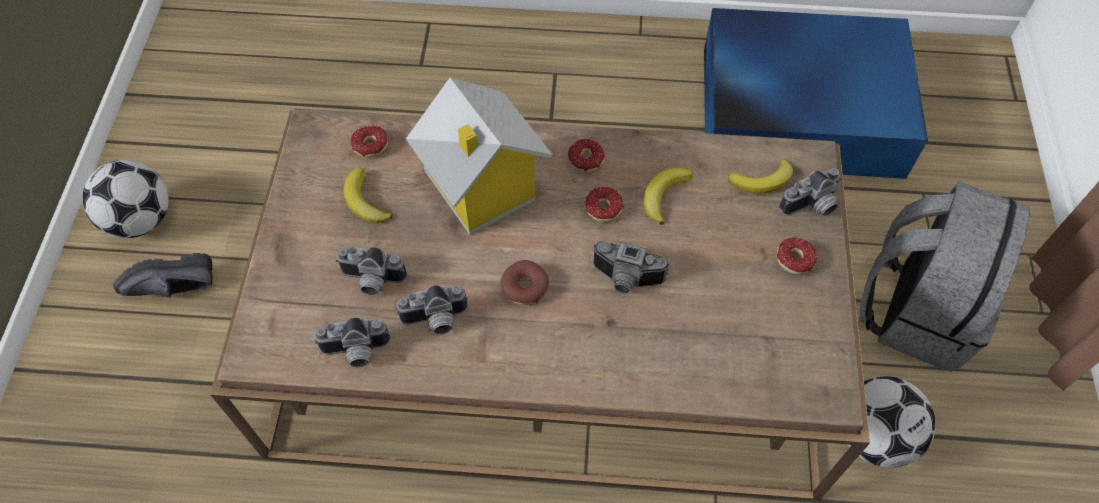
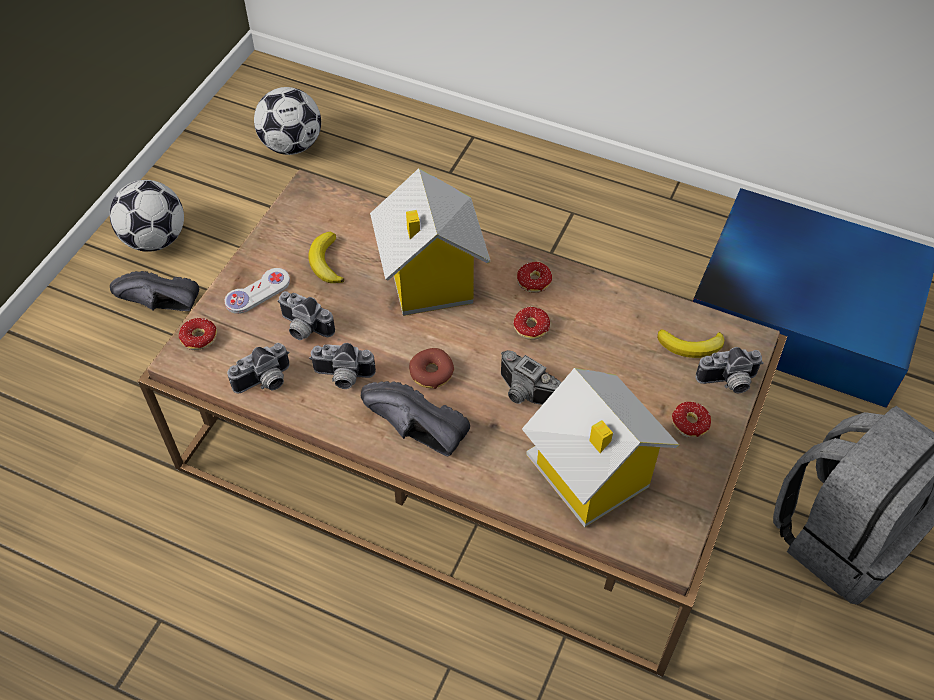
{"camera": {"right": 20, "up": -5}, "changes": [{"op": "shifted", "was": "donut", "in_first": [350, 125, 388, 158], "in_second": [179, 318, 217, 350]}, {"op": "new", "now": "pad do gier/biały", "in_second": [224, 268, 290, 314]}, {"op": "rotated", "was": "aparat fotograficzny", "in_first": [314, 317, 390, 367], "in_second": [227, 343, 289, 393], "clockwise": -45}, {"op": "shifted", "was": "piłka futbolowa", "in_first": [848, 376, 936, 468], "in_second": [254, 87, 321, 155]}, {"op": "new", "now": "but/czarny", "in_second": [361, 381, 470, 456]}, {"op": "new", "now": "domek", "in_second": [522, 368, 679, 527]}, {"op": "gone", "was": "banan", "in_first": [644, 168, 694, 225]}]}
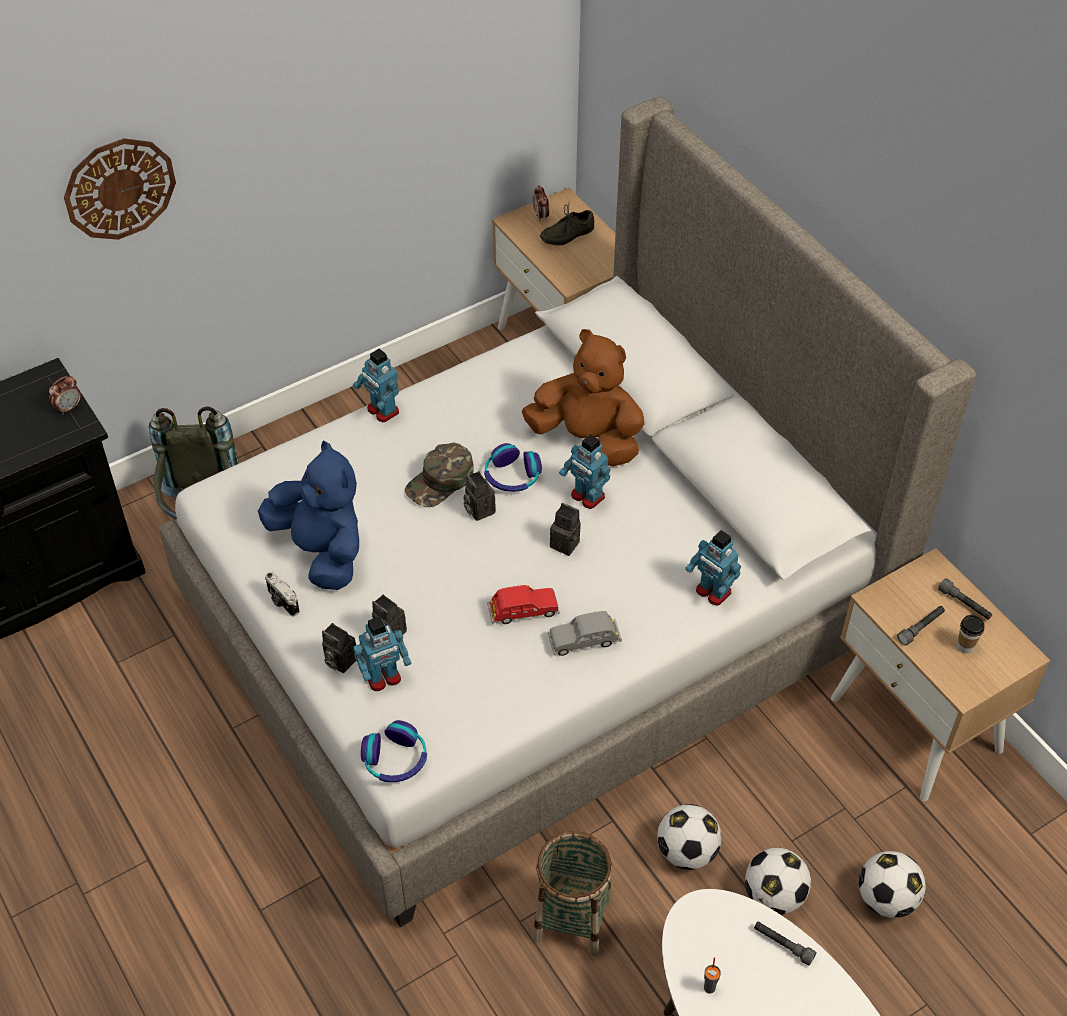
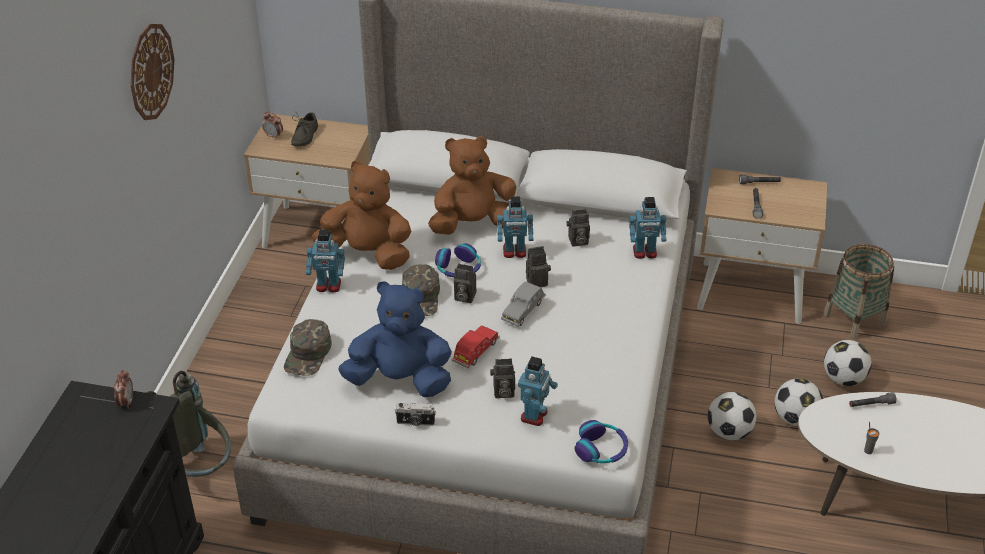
{"camera": {"right": -45, "up": -10}, "changes": [{"op": "shifted", "was": "zegar ścienny", "in_first": [64, 138, 176, 240], "in_second": [130, 24, 174, 120]}, {"op": "new", "now": "czapka z daszkiem/zielony", "in_second": [284, 319, 332, 376]}, {"op": "new", "now": "pluszak/brązowy", "in_second": [312, 161, 411, 270]}, {"op": "shifted", "was": "samochodzik/czerwony", "in_first": [487, 585, 560, 624], "in_second": [452, 325, 500, 369]}, {"op": "shifted", "was": "samochodzik/szary", "in_first": [548, 611, 622, 656], "in_second": [501, 282, 546, 327]}, {"op": "shifted", "was": "aparat fotograficzny", "in_first": [322, 623, 356, 673], "in_second": [566, 209, 590, 246]}, {"op": "shifted", "was": "koszyk", "in_first": [533, 831, 613, 956], "in_second": [824, 244, 894, 339]}, {"op": "gone", "was": "filiżanka", "in_first": [957, 615, 984, 654]}]}
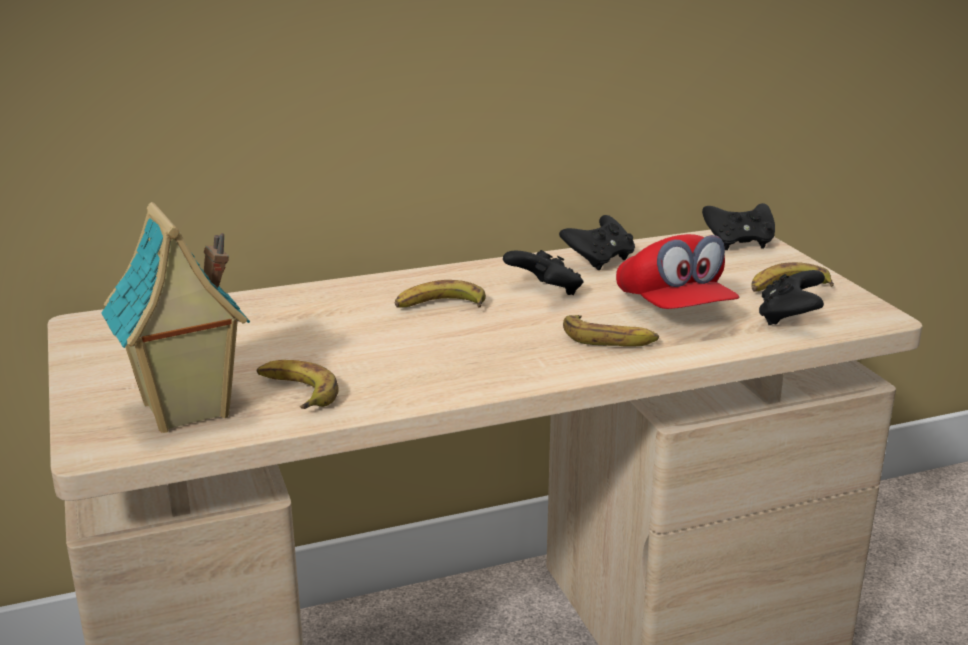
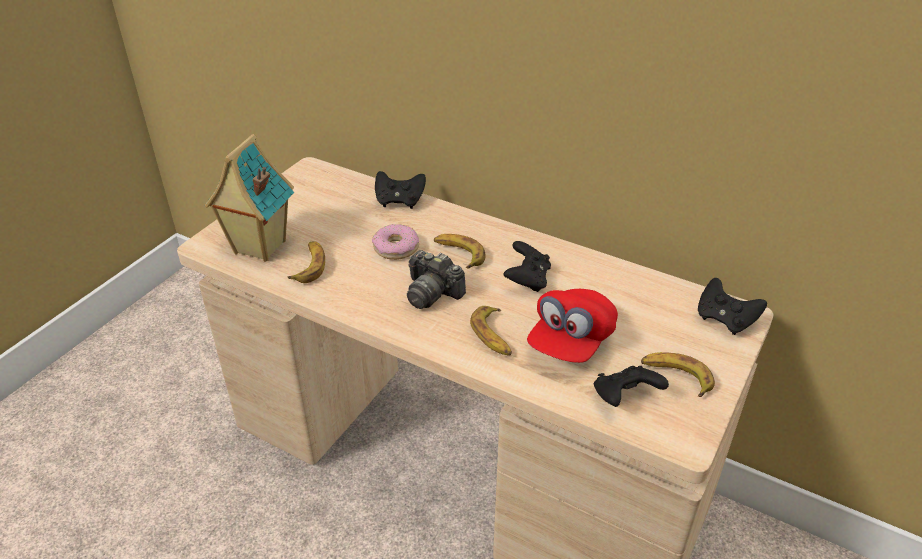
{"camera": {"right": 50, "up": 15}, "changes": [{"op": "new", "now": "donut", "in_second": [372, 224, 419, 260]}, {"op": "shifted", "was": "pad do gier/czarny", "in_first": [559, 215, 635, 271], "in_second": [375, 171, 426, 209]}, {"op": "new", "now": "aparat fotograficzny", "in_second": [407, 250, 466, 309]}]}
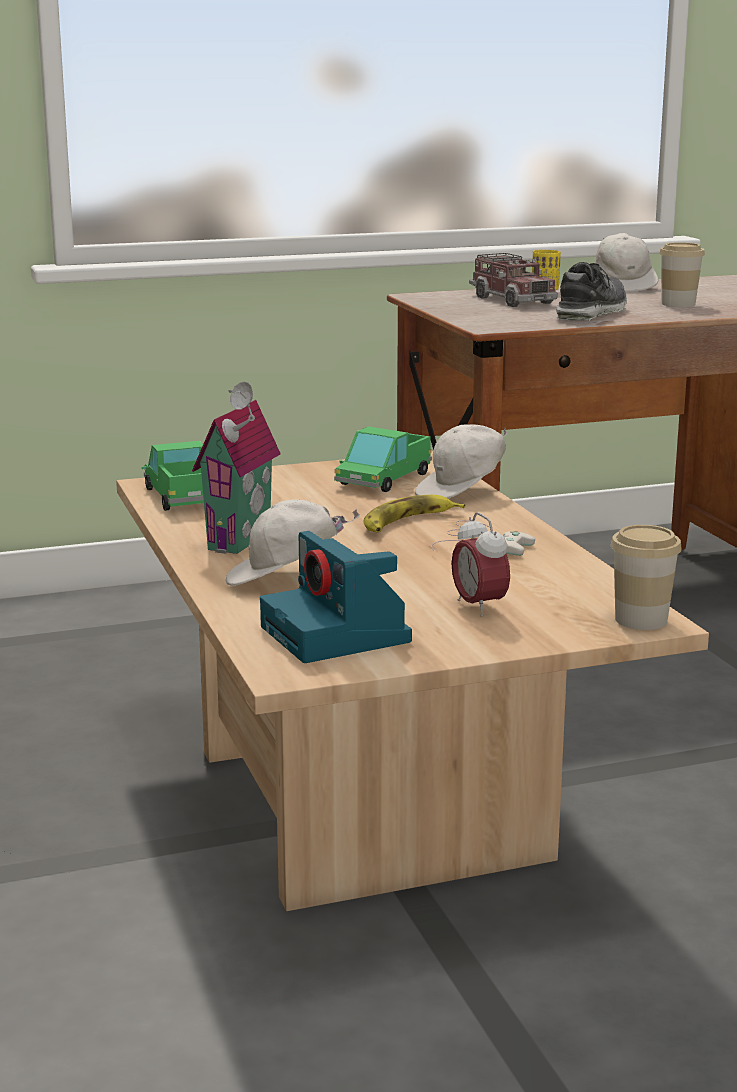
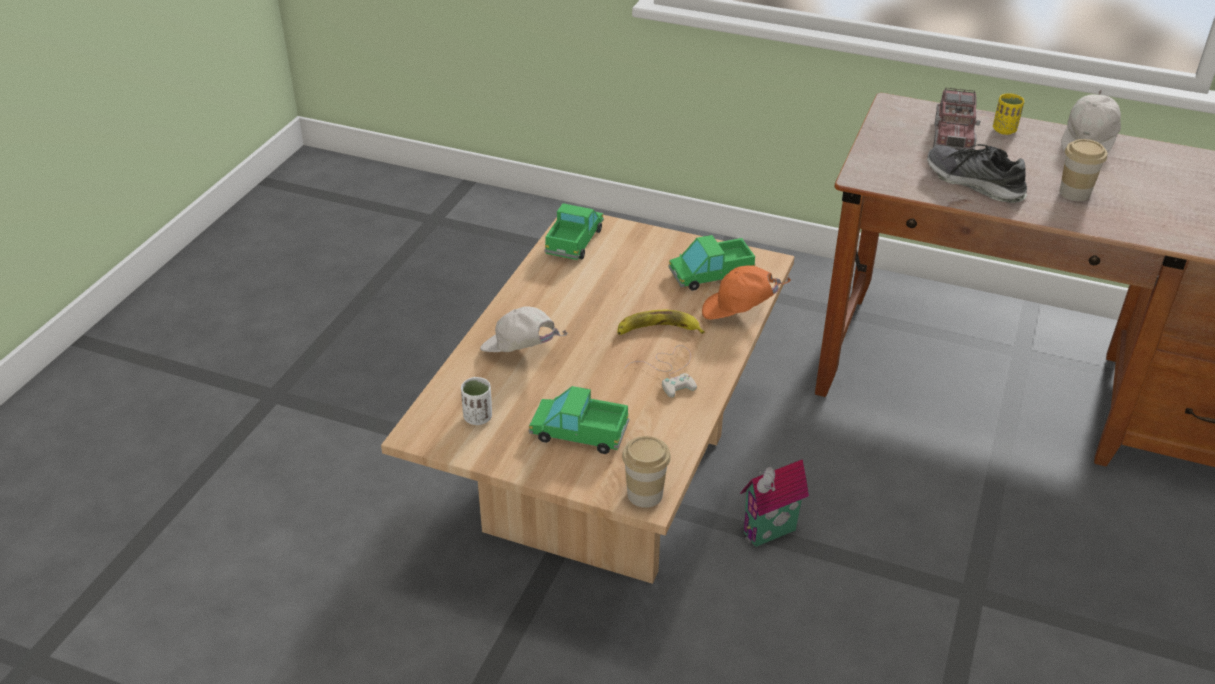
{"camera": {"right": 40, "up": 20}, "changes": [{"op": "swapped", "was": "aparat fotograficzny", "now": "filiżanka/biały", "in_first": [260, 531, 412, 663], "in_second": [461, 377, 492, 425]}, {"op": "swapped", "was": "budzik", "now": "ciężarówka zabawkowa", "in_first": [451, 513, 510, 617], "in_second": [529, 386, 629, 454]}, {"op": "repainted", "was": "czapka z daszkiem/biały", "now": "czapka z daszkiem/pomarańczowy", "in_first": [415, 424, 507, 499], "in_second": [702, 265, 791, 319]}, {"op": "shifted", "was": "domek", "in_first": [192, 382, 281, 554], "in_second": [740, 459, 809, 547]}, {"op": "rotated", "was": "but", "in_first": [556, 262, 627, 321], "in_second": [927, 144, 1027, 203], "clockwise": -120}]}
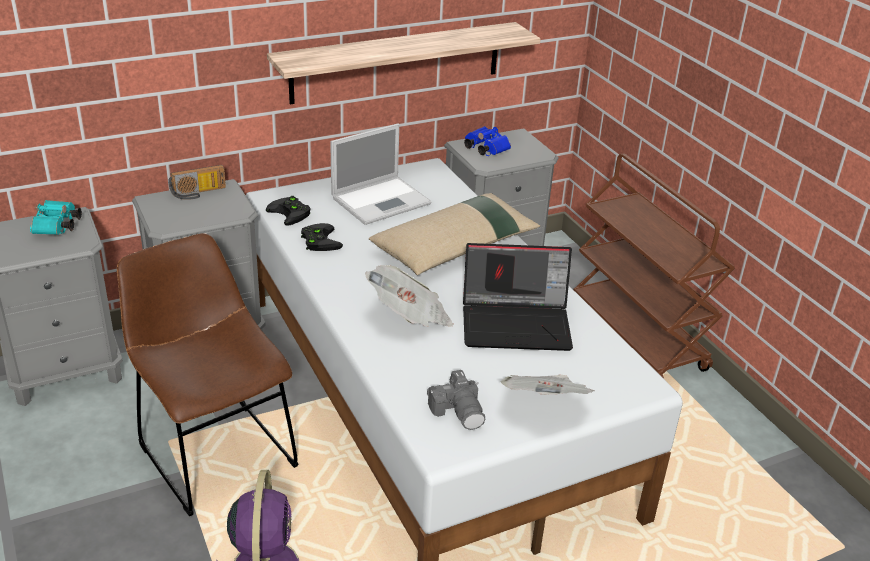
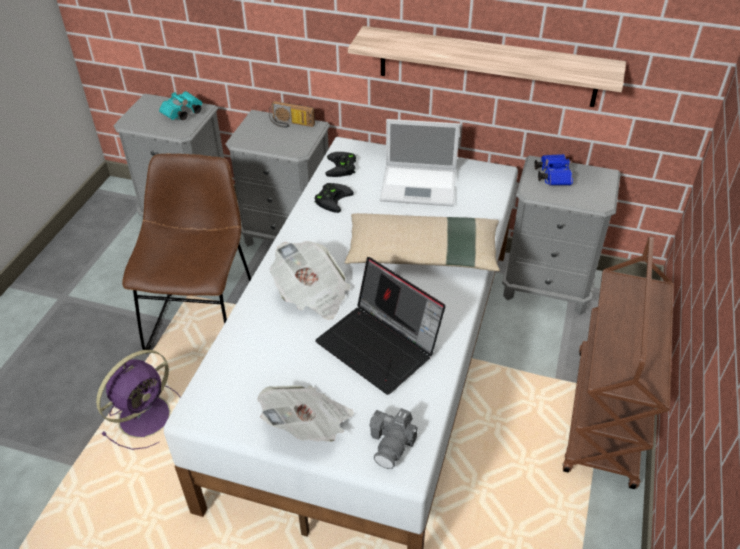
{"camera": {"right": 45, "up": 10}, "changes": [{"op": "shifted", "was": "aparat fotograficzny", "in_first": [427, 370, 485, 430], "in_second": [369, 408, 417, 469]}]}
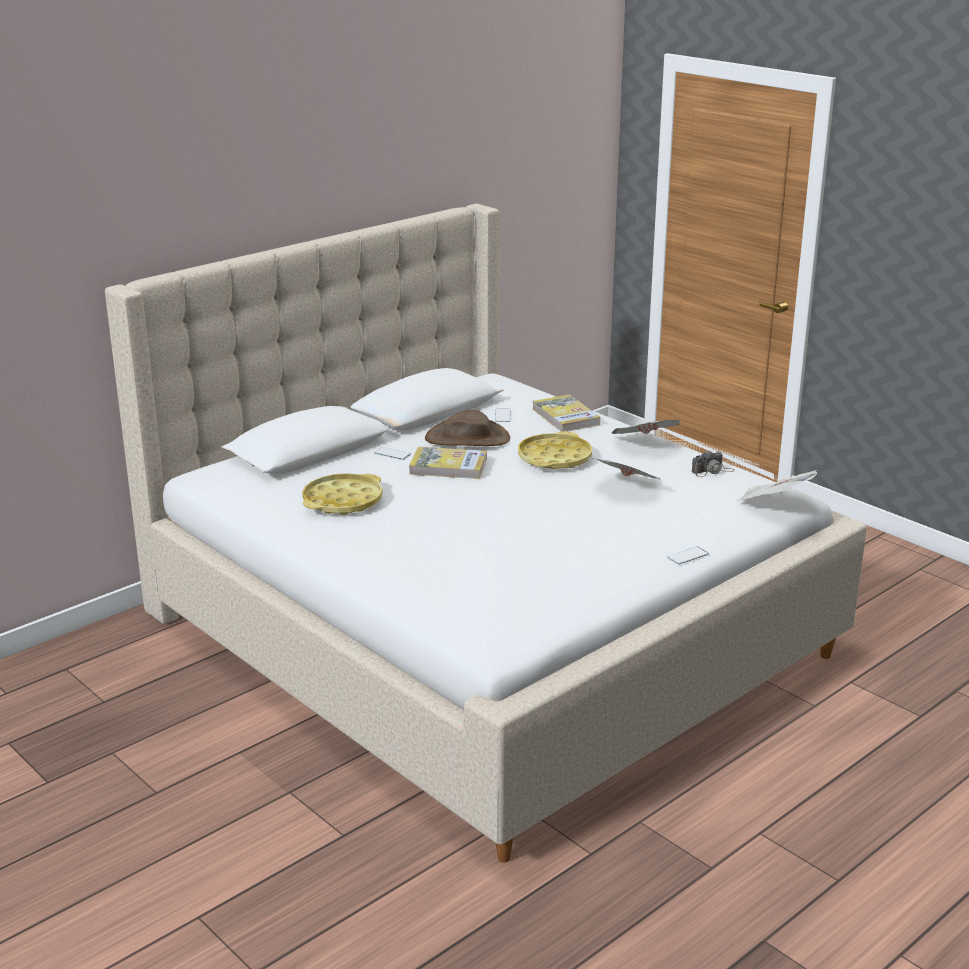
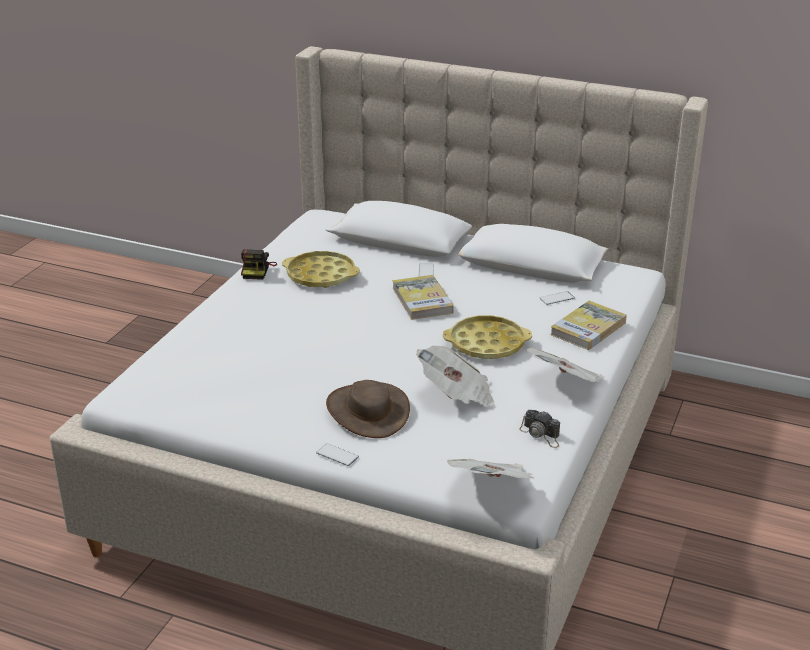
{"camera": {"right": 65, "up": 5}, "changes": [{"op": "new", "now": "aparat fotograficzny", "in_second": [241, 249, 277, 280]}, {"op": "shifted", "was": "kapelusz/brązowy", "in_first": [425, 410, 510, 446], "in_second": [326, 380, 410, 438]}]}
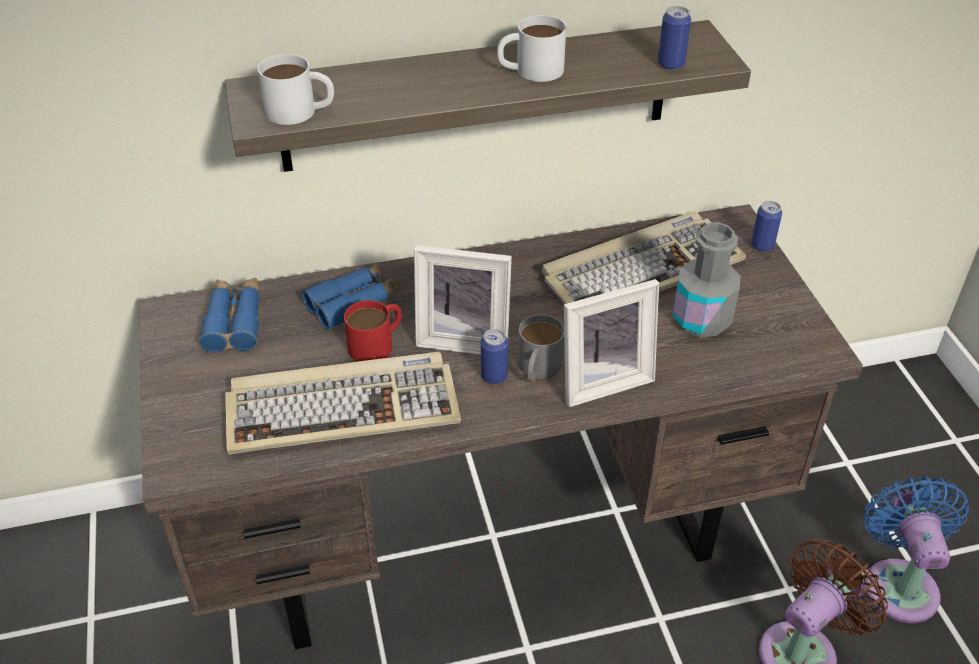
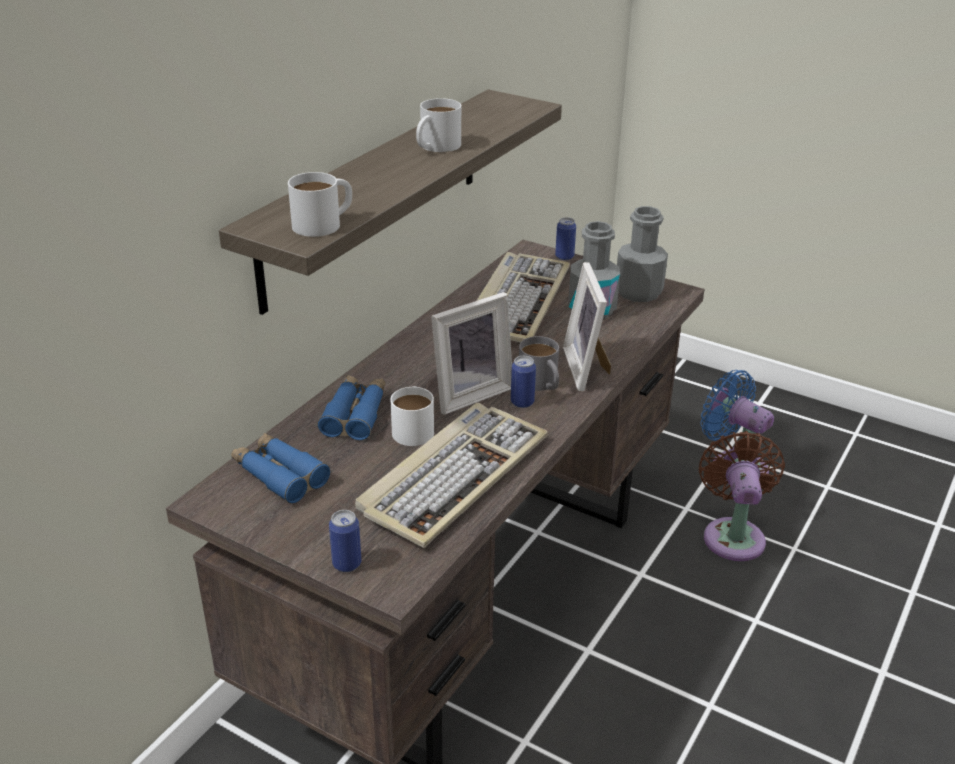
{"camera": {"right": -45, "up": -10}, "changes": [{"op": "shifted", "was": "puszka", "in_first": [658, 6, 691, 70], "in_second": [329, 510, 361, 572]}, {"op": "repainted", "was": "kubek/czerwony", "now": "kubek/biały", "in_first": [344, 300, 402, 362], "in_second": [391, 386, 434, 446]}, {"op": "rotated", "was": "ramka na zdjęcie", "in_first": [564, 279, 659, 407], "in_second": [563, 262, 611, 392], "clockwise": 150}, {"op": "new", "now": "butelka/szary", "in_second": [617, 206, 668, 302]}]}
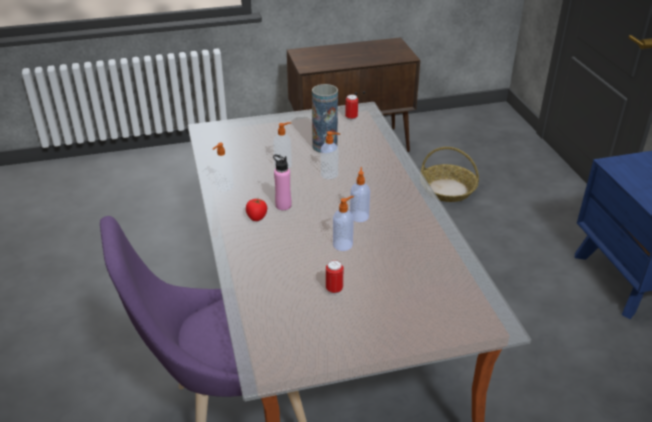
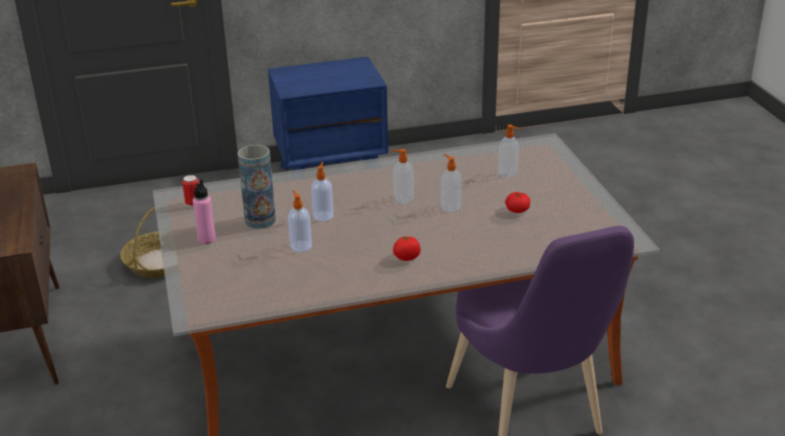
{"camera": {"right": -90, "up": -5}, "changes": [{"op": "shifted", "was": "butelka/różowy", "in_first": [273, 155, 291, 210], "in_second": [193, 179, 216, 244]}, {"op": "shifted", "was": "dozownik mydła", "in_first": [213, 143, 234, 191], "in_second": [498, 125, 521, 177]}, {"op": "swapped", "was": "puszka", "now": "pomidor", "in_first": [326, 260, 344, 294], "in_second": [505, 192, 530, 213]}]}
